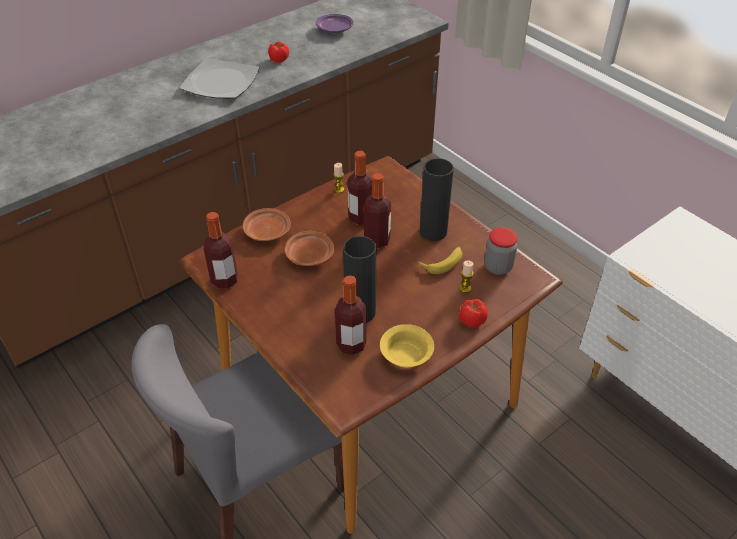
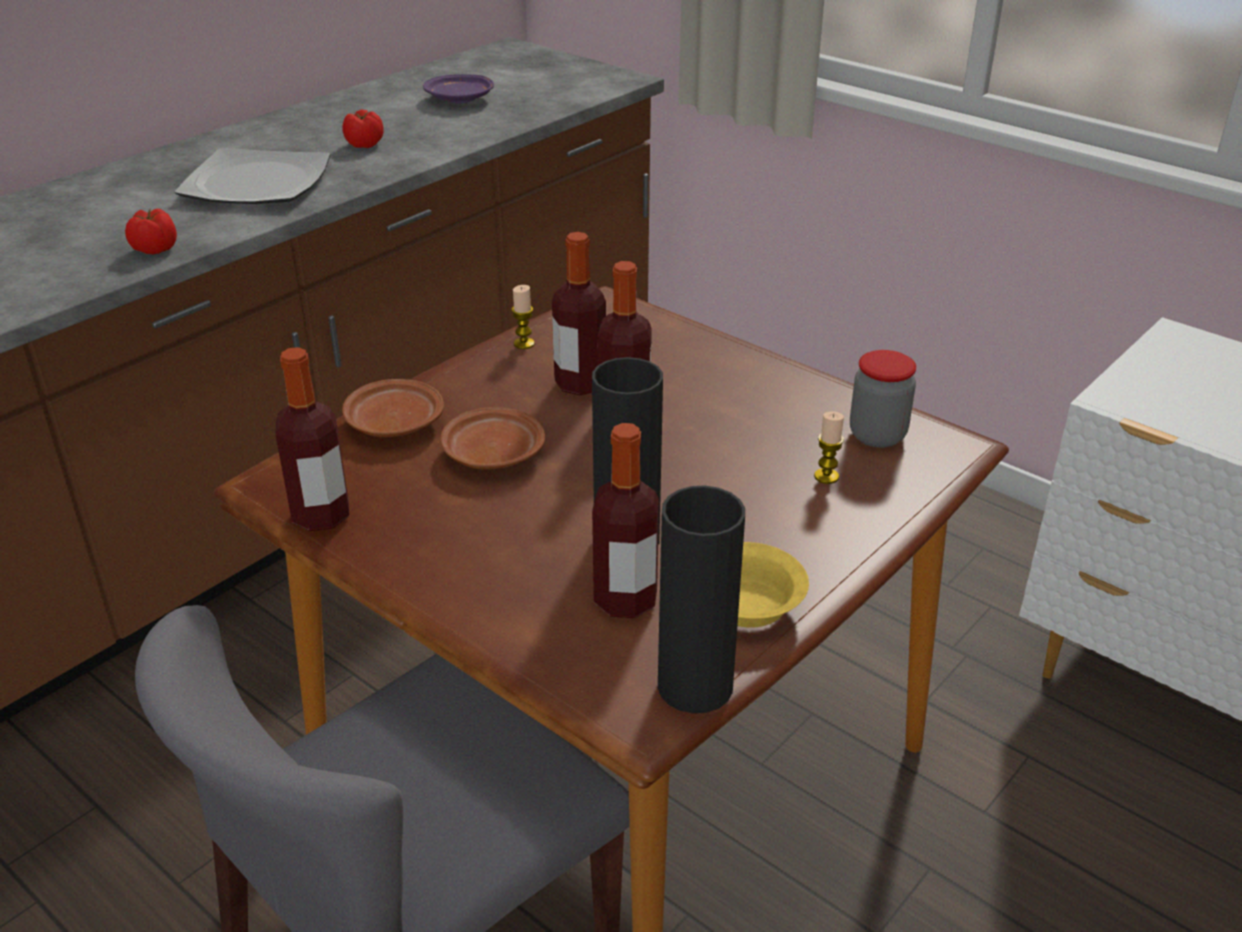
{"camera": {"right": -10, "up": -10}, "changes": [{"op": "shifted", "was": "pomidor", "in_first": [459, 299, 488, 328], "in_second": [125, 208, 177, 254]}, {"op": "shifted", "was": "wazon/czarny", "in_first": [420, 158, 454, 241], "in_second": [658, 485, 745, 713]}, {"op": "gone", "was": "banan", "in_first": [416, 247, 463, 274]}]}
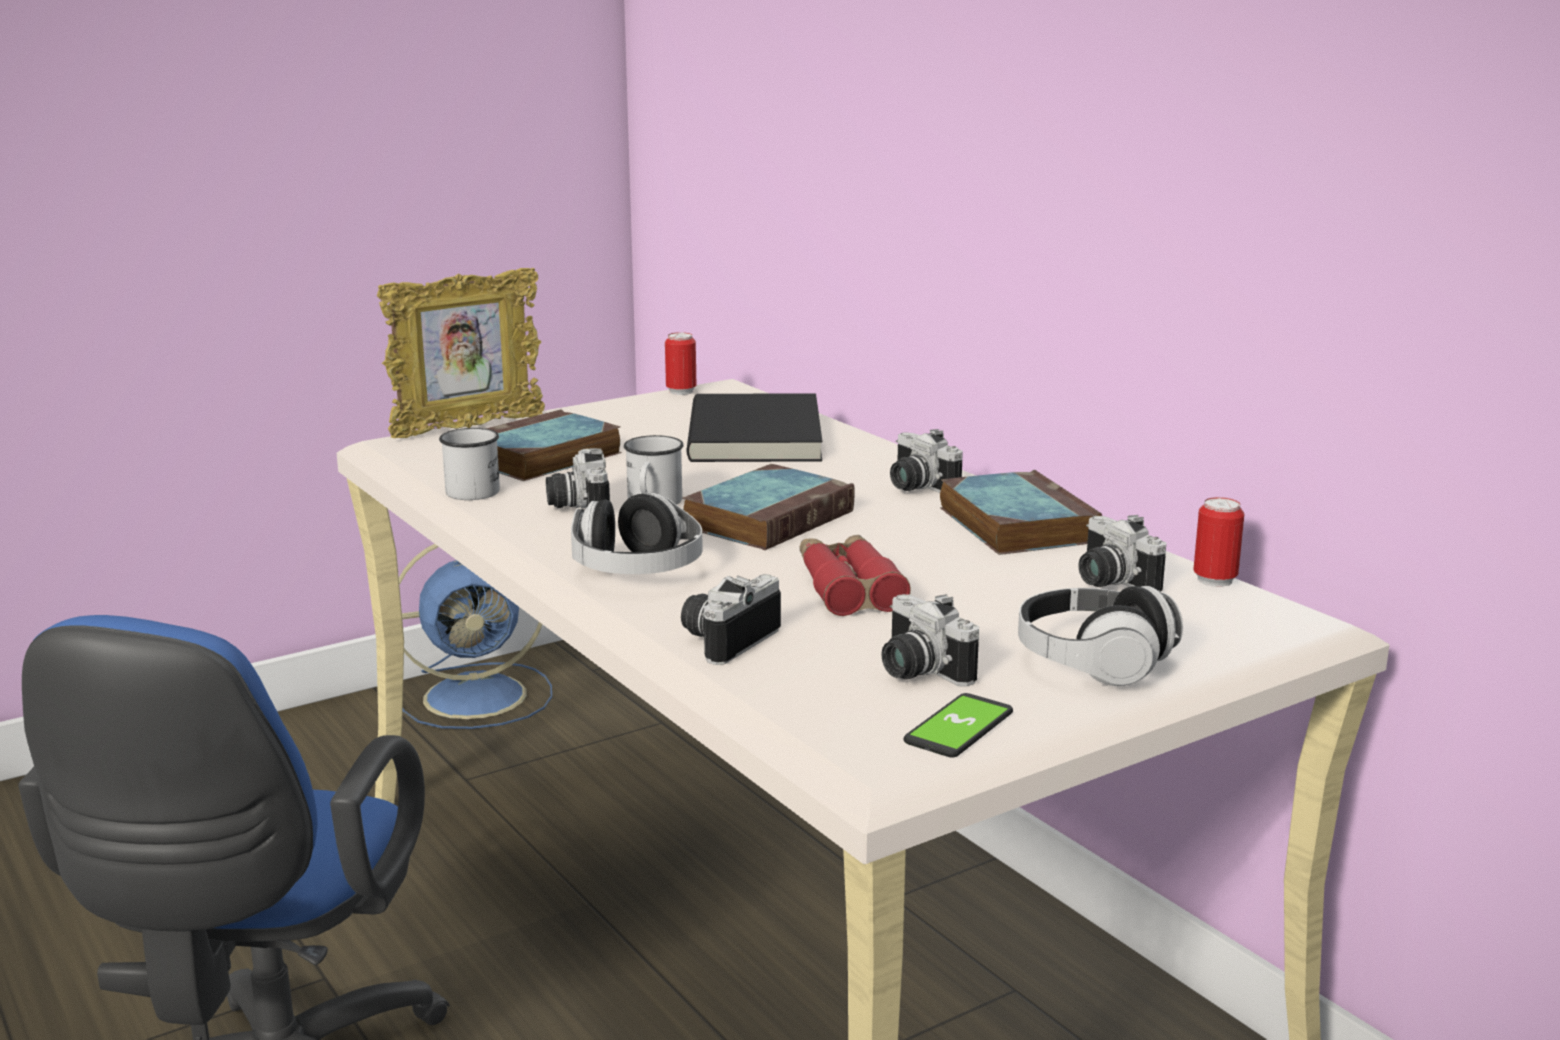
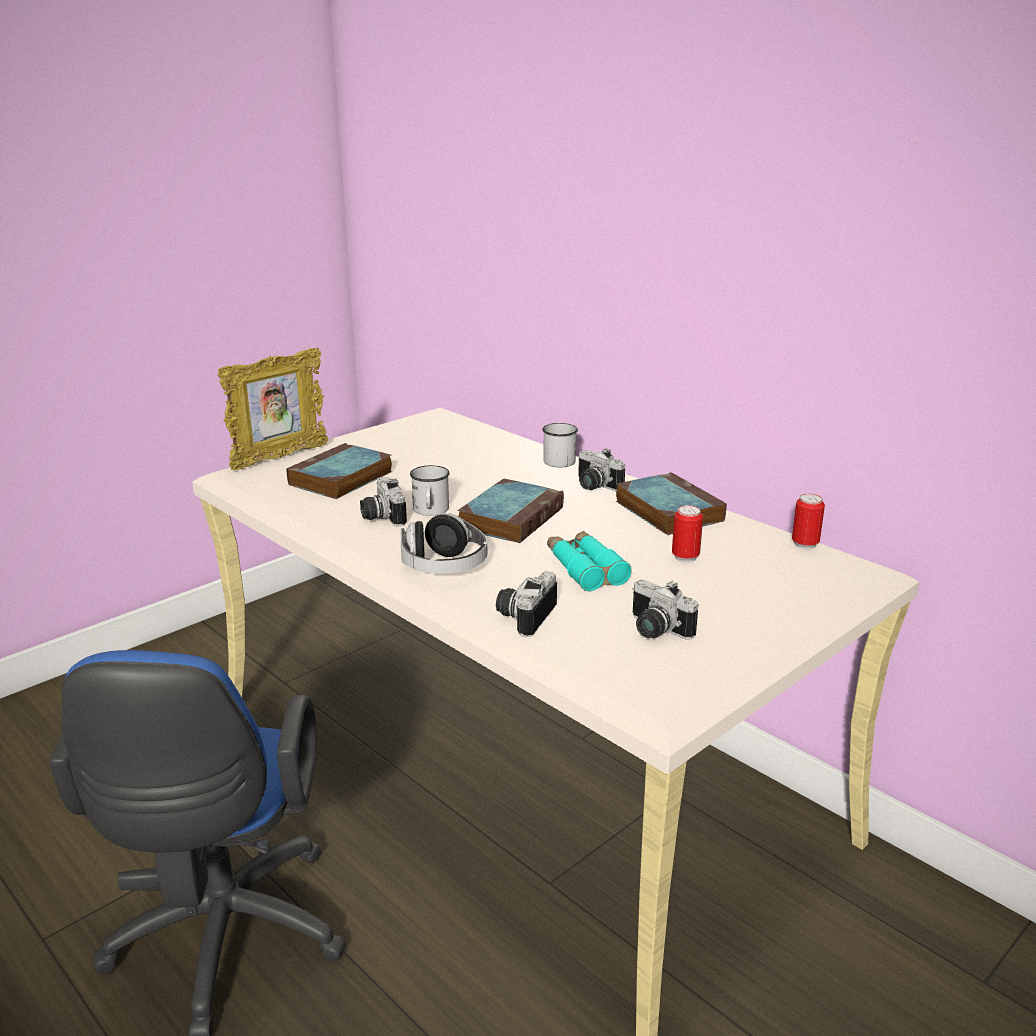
{"camera": {"right": -10, "up": 5}, "changes": [{"op": "shifted", "was": "kubek/biały", "in_first": [439, 428, 500, 500], "in_second": [542, 423, 578, 467]}, {"op": "repainted", "was": "lornetka/czerwony", "now": "lornetka/turkusowy", "in_first": [800, 535, 911, 616], "in_second": [547, 531, 632, 591]}, {"op": "shifted", "was": "puszka", "in_first": [665, 332, 697, 395], "in_second": [672, 505, 703, 563]}, {"op": "gone", "was": "wentylator/niebieski", "in_first": [399, 544, 552, 729]}, {"op": "gone", "was": "książka/czarny", "in_first": [687, 393, 822, 462]}, {"op": "gone", "was": "telefon", "in_first": [904, 693, 1013, 758]}, {"op": "gone", "was": "słuchawki", "in_first": [1018, 586, 1183, 686]}, {"op": "gone", "was": "aparat fotograficzny", "in_first": [1078, 515, 1166, 593]}]}
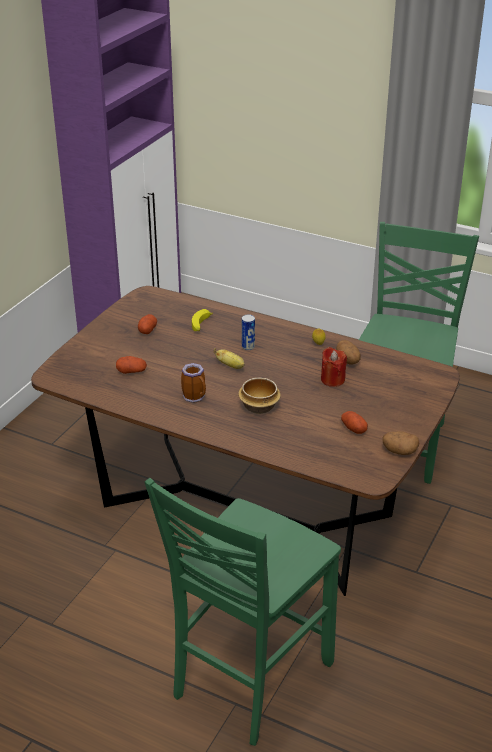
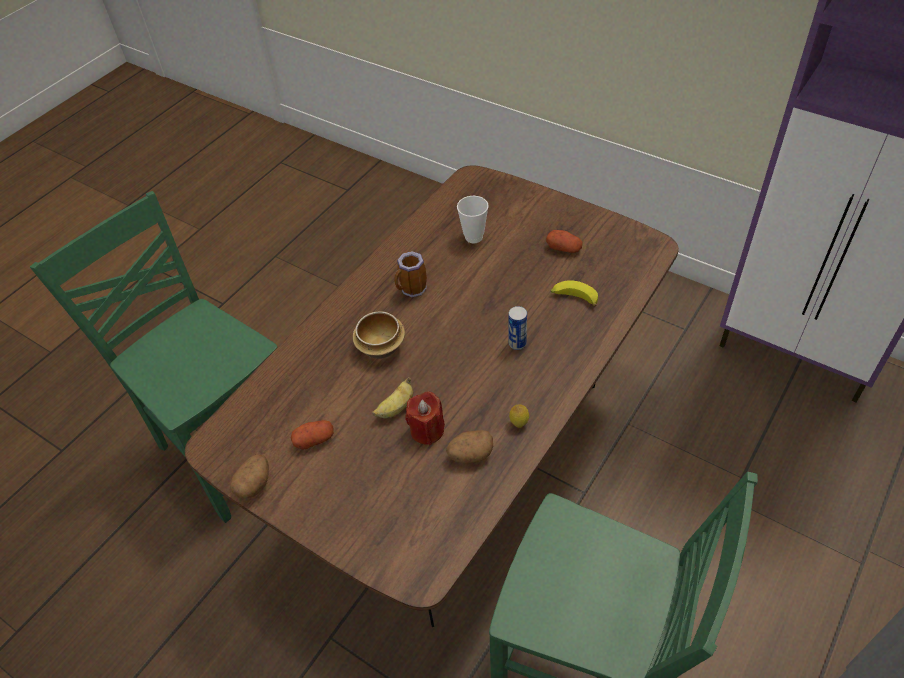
{"camera": {"right": 100, "up": 15}, "changes": [{"op": "shifted", "was": "banan", "in_first": [214, 348, 245, 369], "in_second": [372, 377, 413, 418]}, {"op": "swapped", "was": "ziemniak", "now": "filiżanka", "in_first": [116, 356, 147, 374], "in_second": [457, 196, 489, 243]}]}
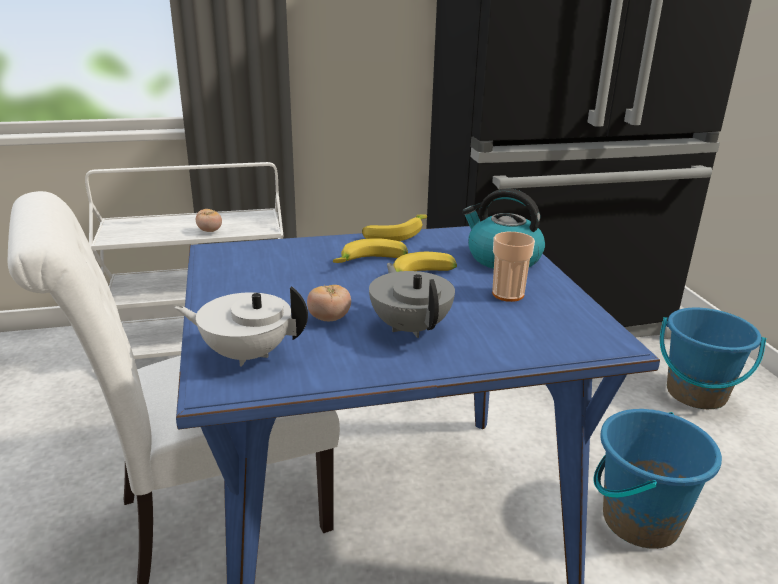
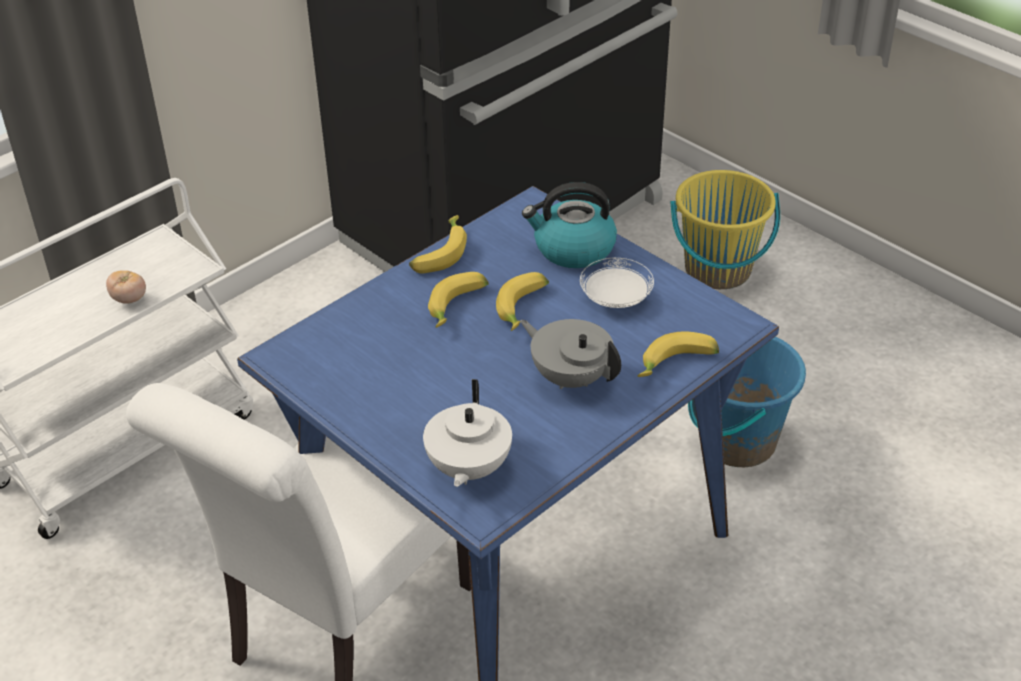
{"camera": {"right": -30, "up": 15}, "changes": [{"op": "rotated", "was": "imbryk/biały", "in_first": [174, 286, 308, 367], "in_second": [423, 379, 512, 487], "clockwise": -60}, {"op": "swapped", "was": "filiżanka", "now": "talerz/biały", "in_first": [492, 232, 535, 302], "in_second": [580, 258, 654, 308]}, {"op": "new", "now": "banan", "in_second": [638, 331, 719, 377]}, {"op": "repainted", "was": "wiadro/niebieski", "now": "wiadro/żółty", "in_first": [660, 307, 766, 409], "in_second": [670, 170, 780, 289]}, {"op": "gone", "was": "pomidor", "in_first": [307, 285, 351, 321]}]}
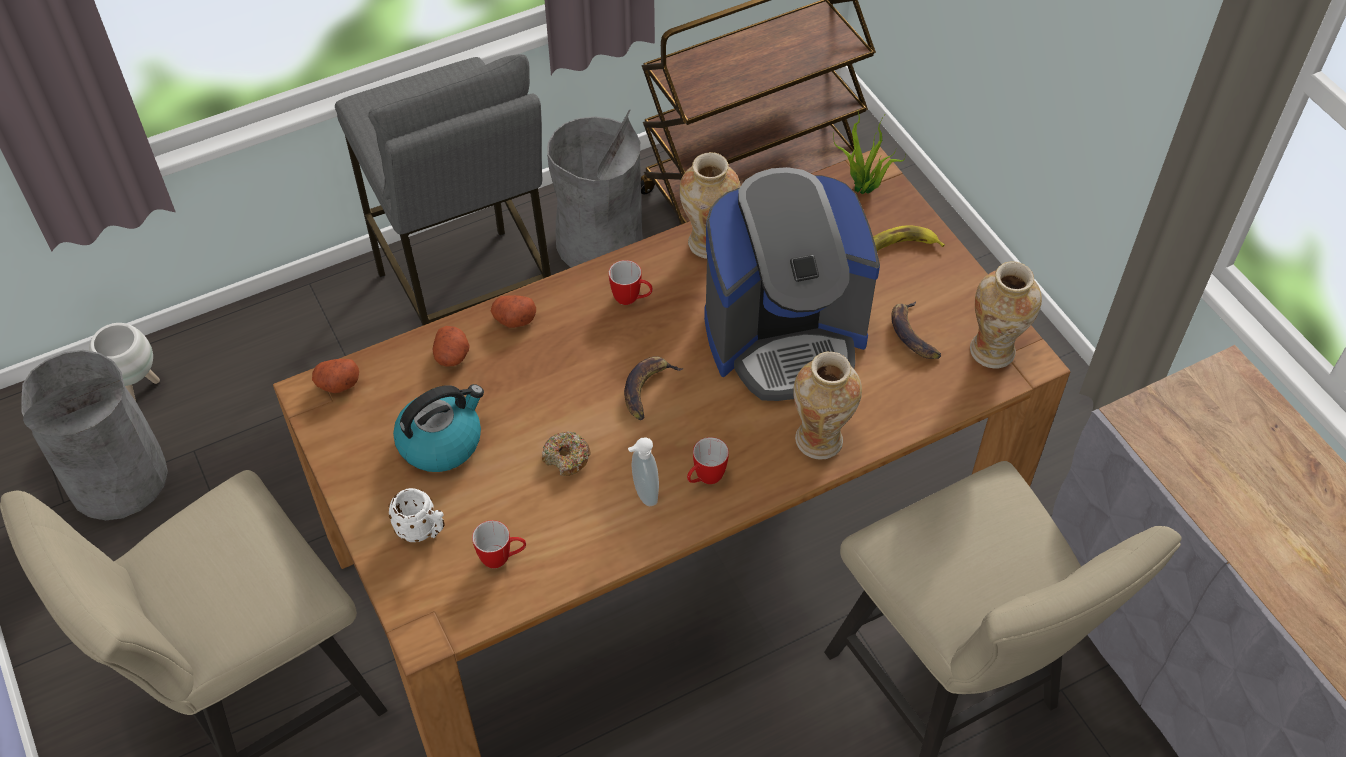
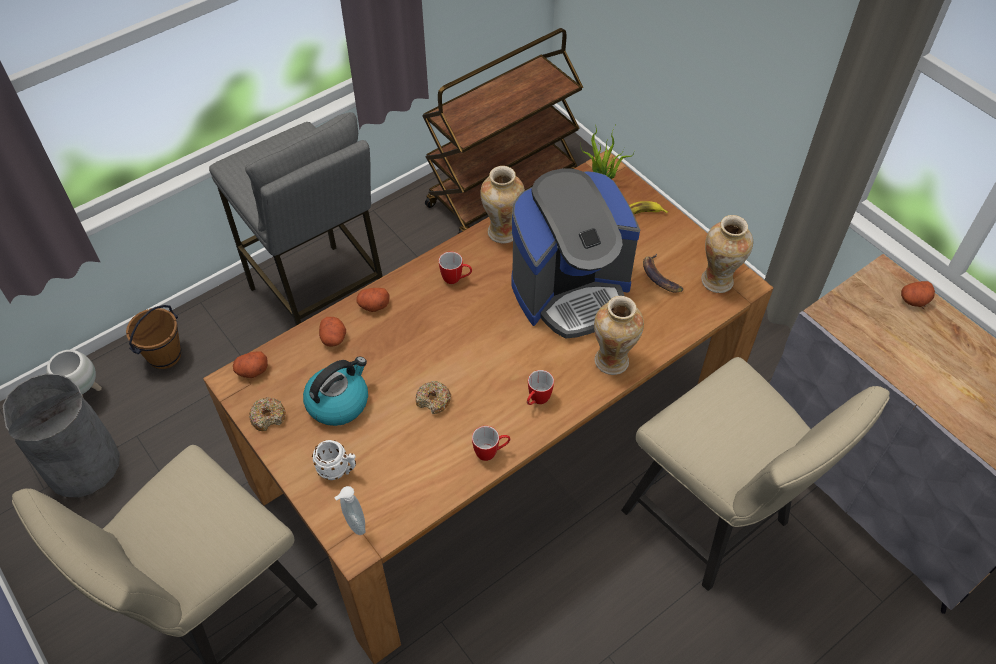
{"camera": {"right": -10, "up": 0}, "changes": [{"op": "new", "now": "wiadro/brązowy", "in_second": [126, 305, 181, 369]}, {"op": "new", "now": "donut", "in_second": [249, 397, 286, 431]}, {"op": "shifted", "was": "dozownik mydła", "in_first": [628, 437, 659, 506], "in_second": [334, 486, 365, 535]}, {"op": "shifted", "was": "kubek", "in_first": [472, 520, 526, 568], "in_second": [472, 426, 510, 461]}, {"op": "new", "now": "ziemniak", "in_second": [901, 281, 935, 307]}, {"op": "gone", "was": "kosz na śmieci/szary", "in_first": [547, 110, 642, 268]}, {"op": "gone", "was": "banan", "in_first": [624, 356, 684, 420]}]}
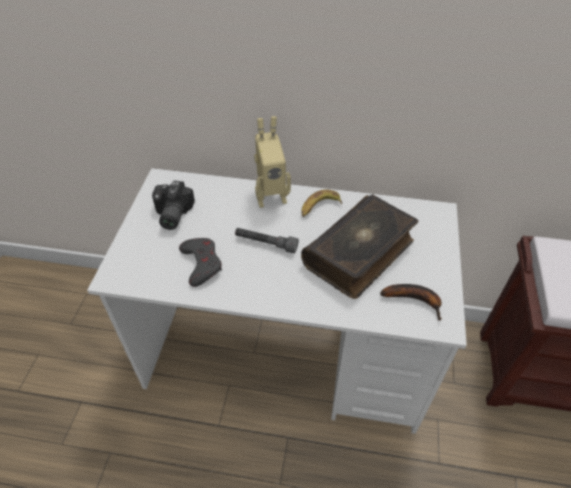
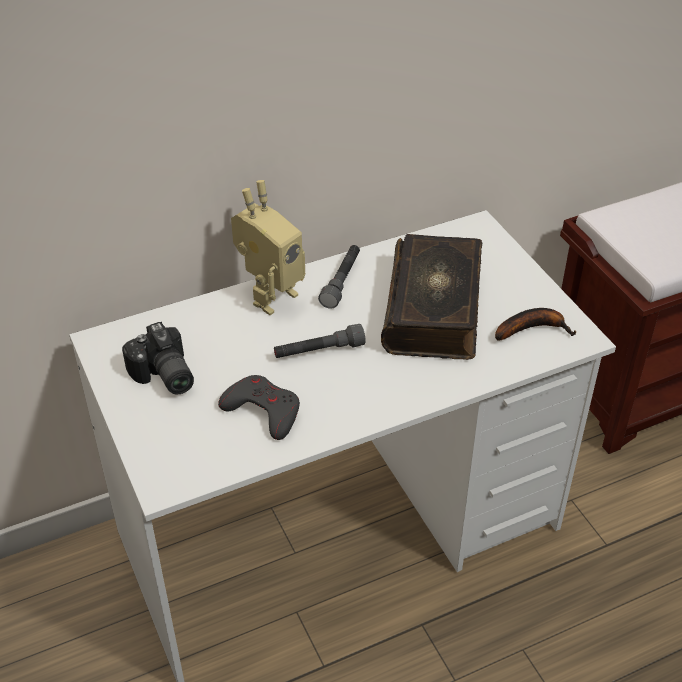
{"camera": {"right": -35, "up": -5}, "changes": [{"op": "swapped", "was": "banan", "now": "latarka/szary", "in_first": [301, 189, 342, 217], "in_second": [318, 245, 360, 309]}]}
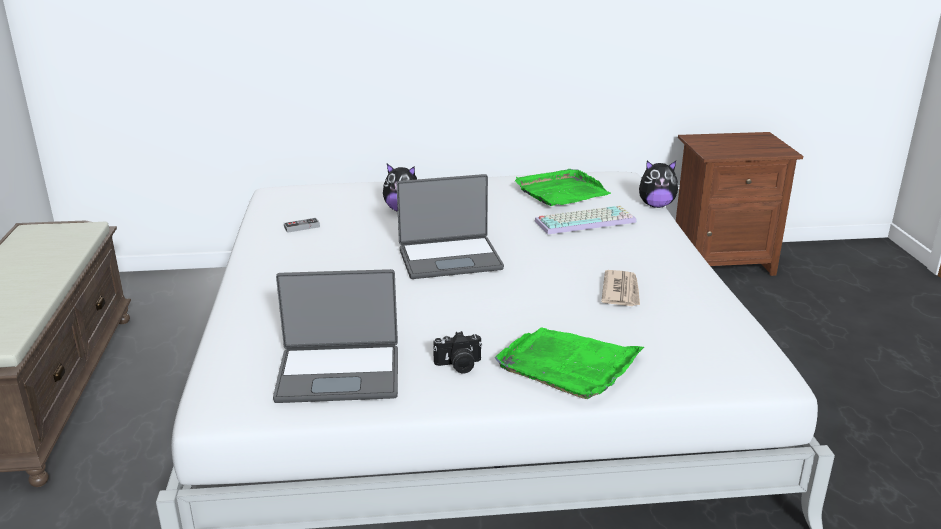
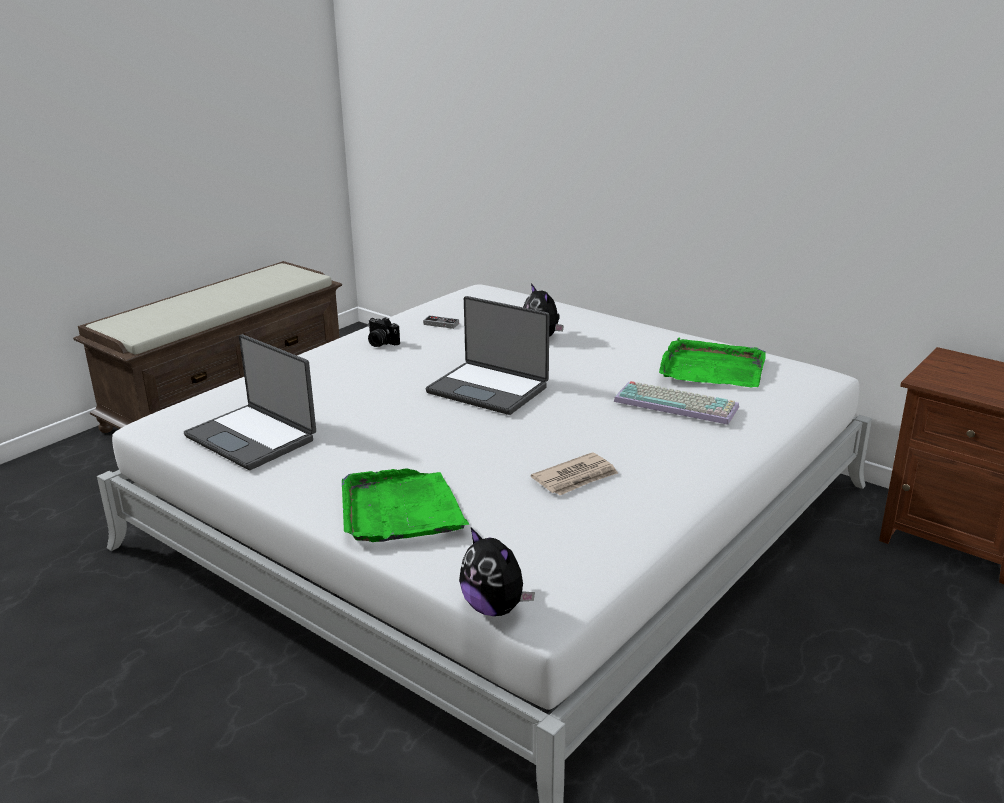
{"camera": {"right": 45, "up": 0}, "changes": [{"op": "shifted", "was": "aparat fotograficzny", "in_first": [433, 331, 482, 373], "in_second": [368, 317, 400, 347]}, {"op": "shifted", "was": "pluszak", "in_first": [639, 161, 679, 208], "in_second": [459, 528, 535, 616]}]}
